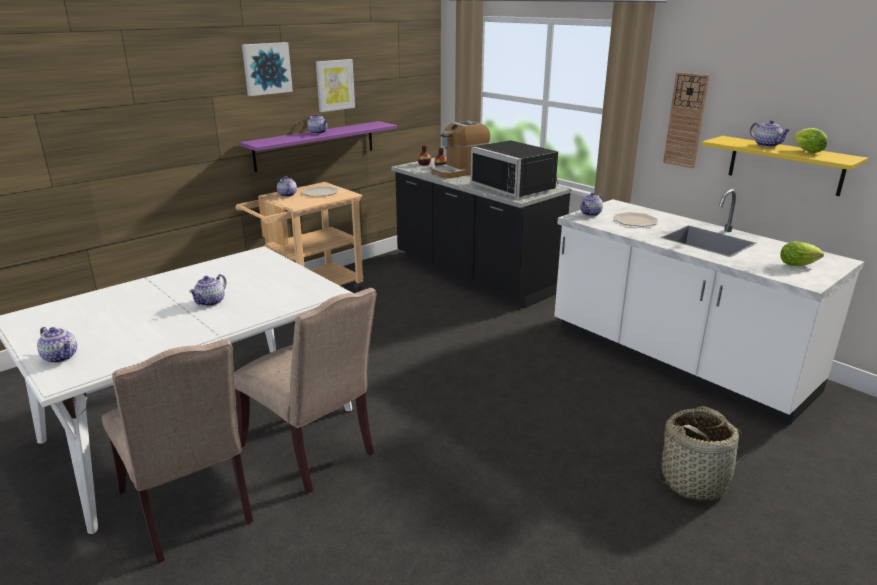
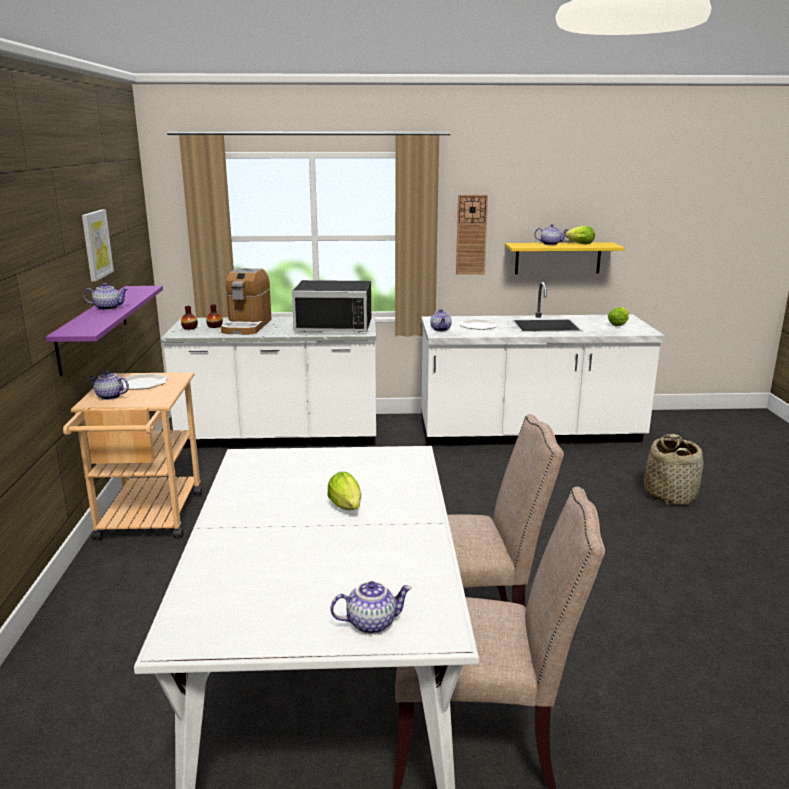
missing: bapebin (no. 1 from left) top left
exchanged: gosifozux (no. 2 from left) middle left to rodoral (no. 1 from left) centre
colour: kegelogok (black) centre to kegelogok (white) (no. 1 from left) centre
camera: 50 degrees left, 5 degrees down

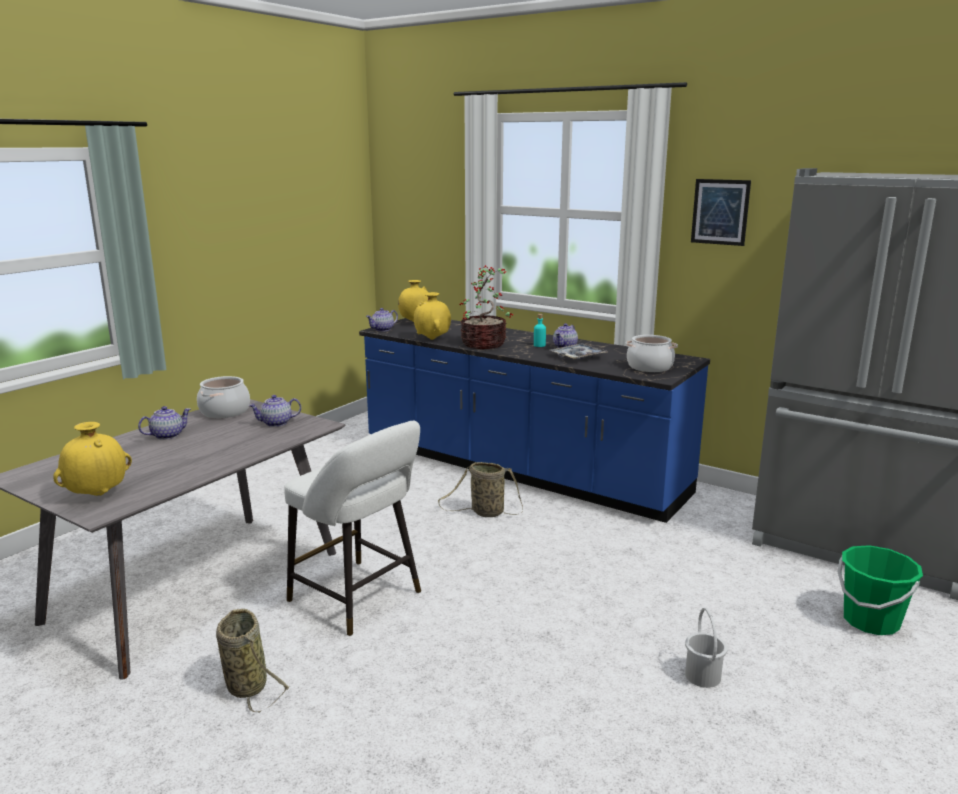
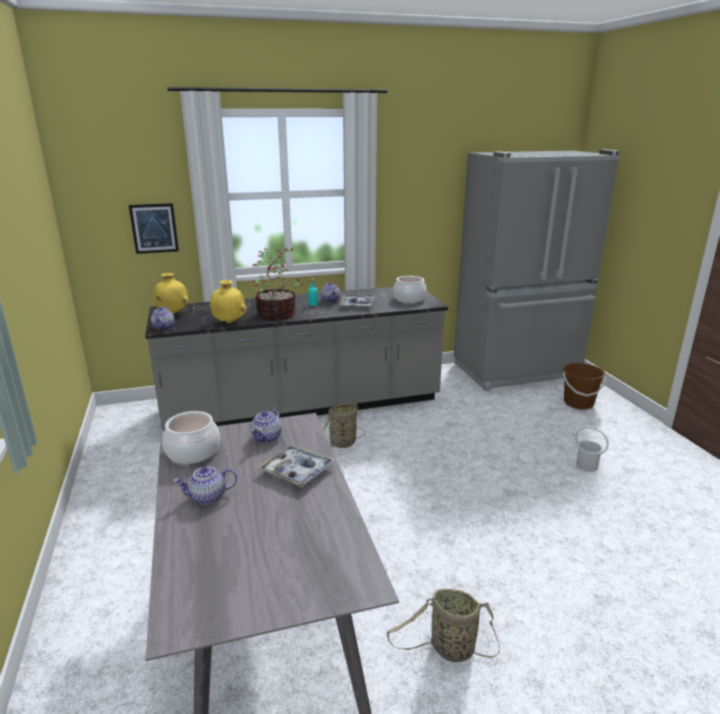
missing: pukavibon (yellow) (no. 1 from left) middle left; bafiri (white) centre
appeared: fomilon (no. 1 from left) centre
relocated: bapebin top right to top left
colour: kegelogok (blue) centre to kegelogok (grey) centre; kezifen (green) bottom right to kezifen (brown) middle right
spun: gosifozux (no. 1 from left in the first image) middle left = bottom left 105 degrees counterclockwise
camera: 50 degrees left, 5 degrees up

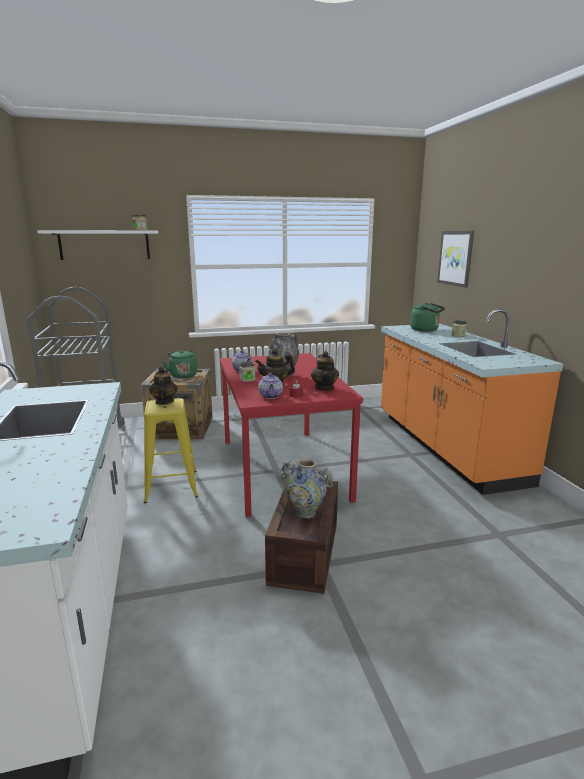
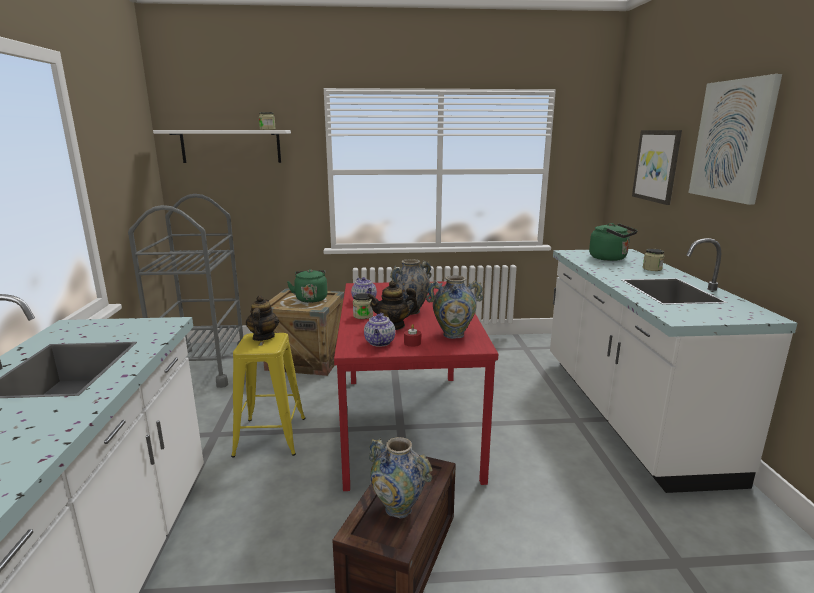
appeared: bapebin (no. 2 from left) top right
exchanged: gosifozux (no. 5 from left) centre to pukavibon (no. 3 from left) centre
colour: kegelogok (orange) middle right to kegelogok (white) (no. 2 from left) middle right
camera: 10 degrees right, 0 degrees up

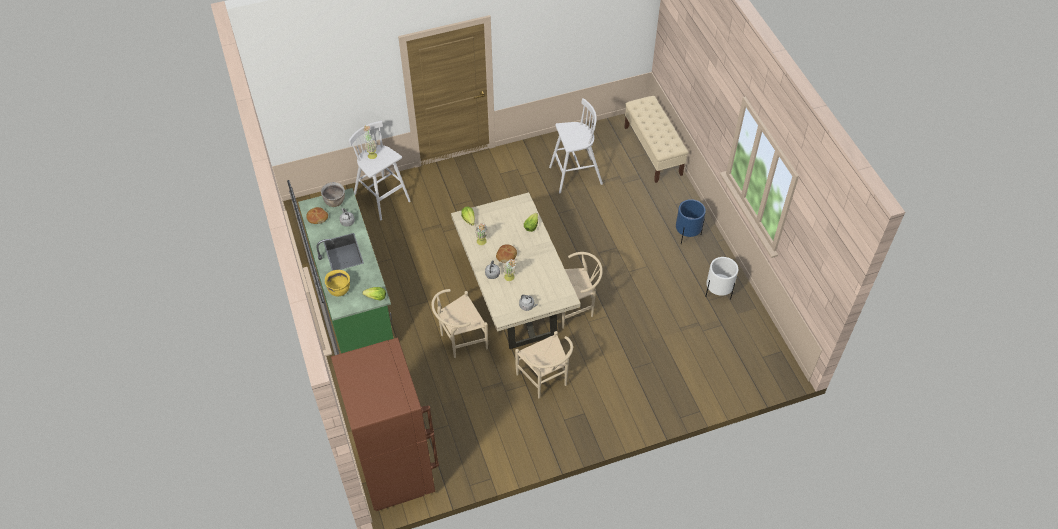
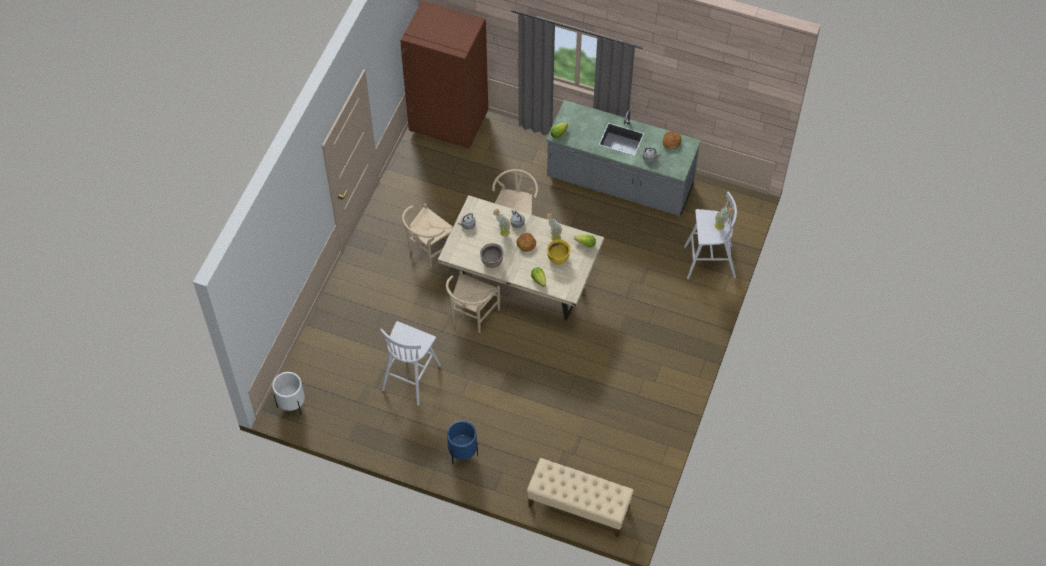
relocated: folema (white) middle right to bottom left; bafiri (white) (no. 2 from left in the first image) top centre to bafiri (white) (no. 1 from left) centre; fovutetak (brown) middle left to centre; fovutetak (yellow) middle left to centre
colour: kegelogok (green) middle left to kegelogok (grey) top centre
spun: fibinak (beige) (no. 2 from left in the first image) bottom centre = centre 60 degrees counterclockwise
camera: 130 degrees right, 5 degrees up

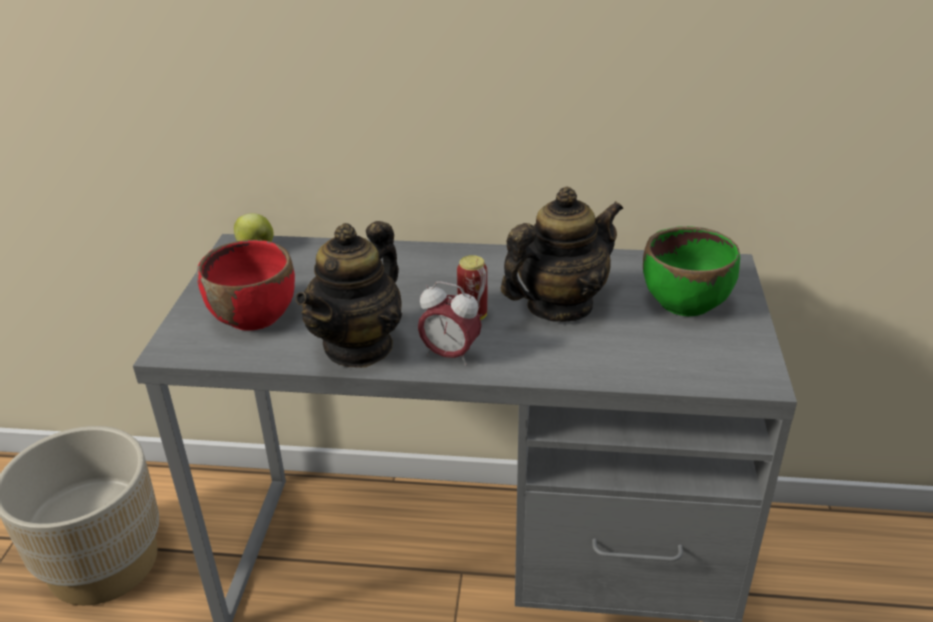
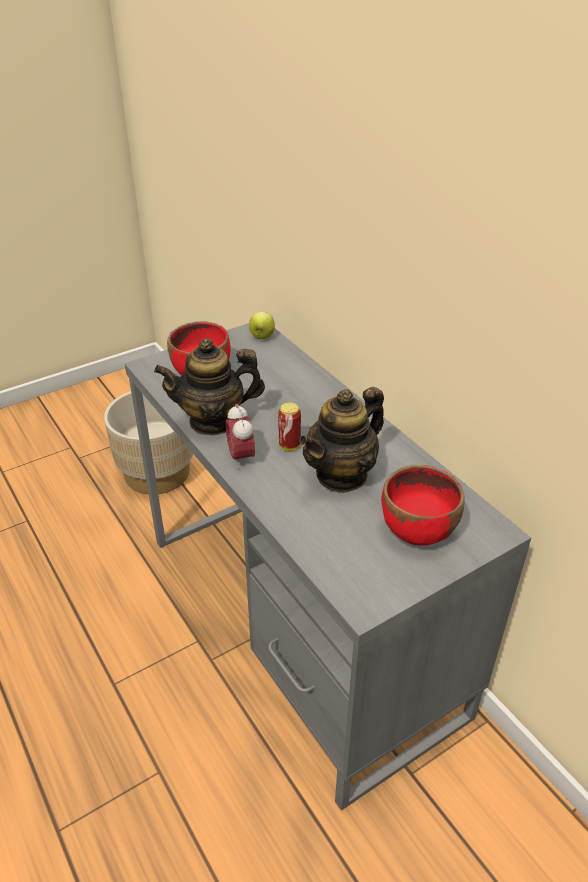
colour: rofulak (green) middle right to rofulak (red) (no. 2 from left) middle right
spun: gosifozux (no. 2 from left) centre = centre 120 degrees clockwise
camera: 50 degrees right, 5 degrees up

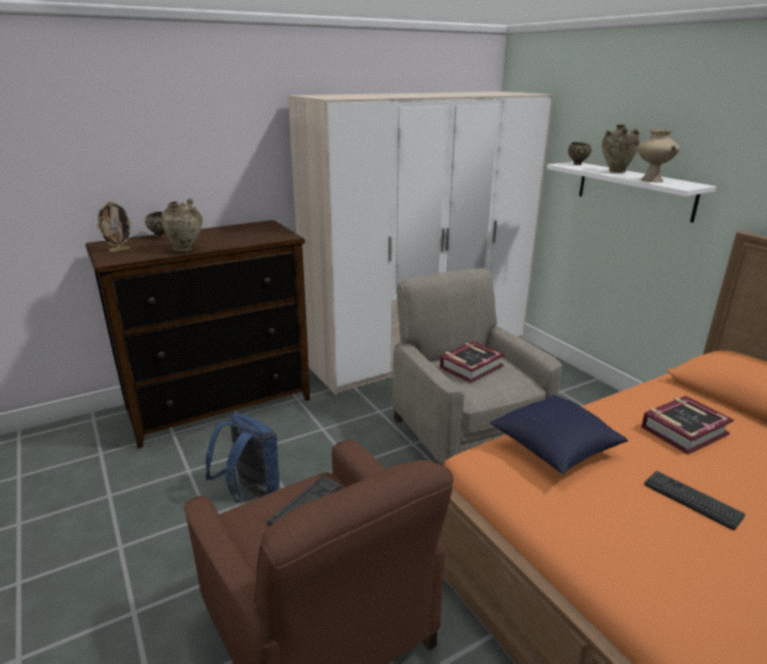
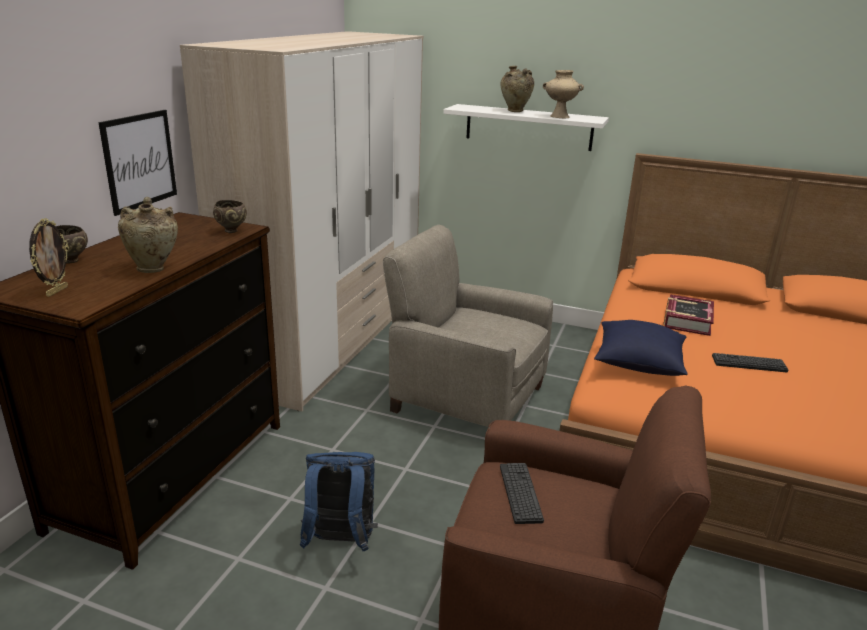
missing: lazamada (no. 1 from left) centre
appeared: bapebin top left
relocated: rofulak (brown) (no. 2 from left) top right to middle left
camera: 40 degrees left, 0 degrees up

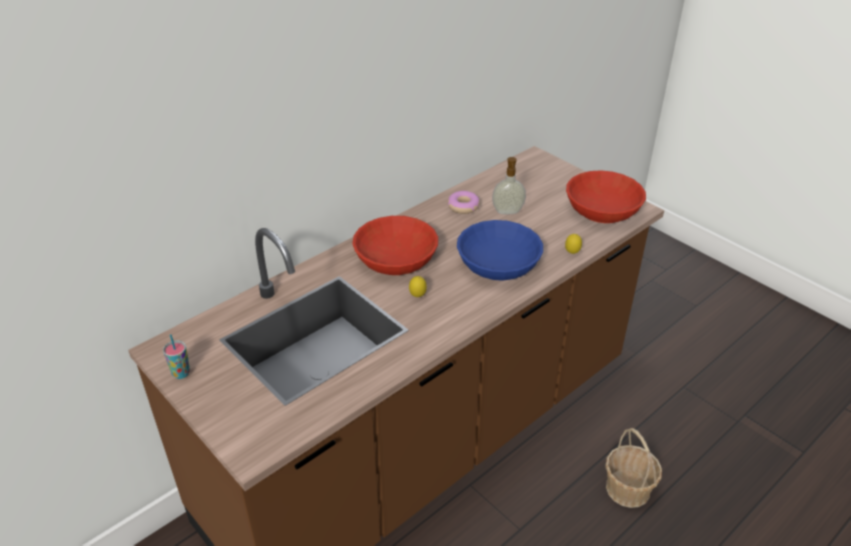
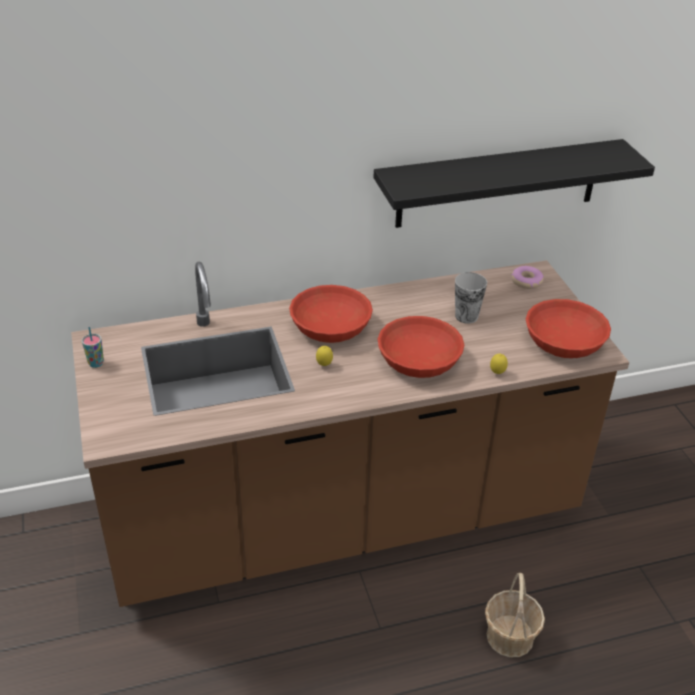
appeared: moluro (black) top right
relocated: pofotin centre to middle right
exchanged: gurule centre to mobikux (no. 2 from left) middle right
colour: rofulak (blue) centre to rofulak (red) (no. 2 from left) centre
camera: 25 degrees right, 0 degrees up

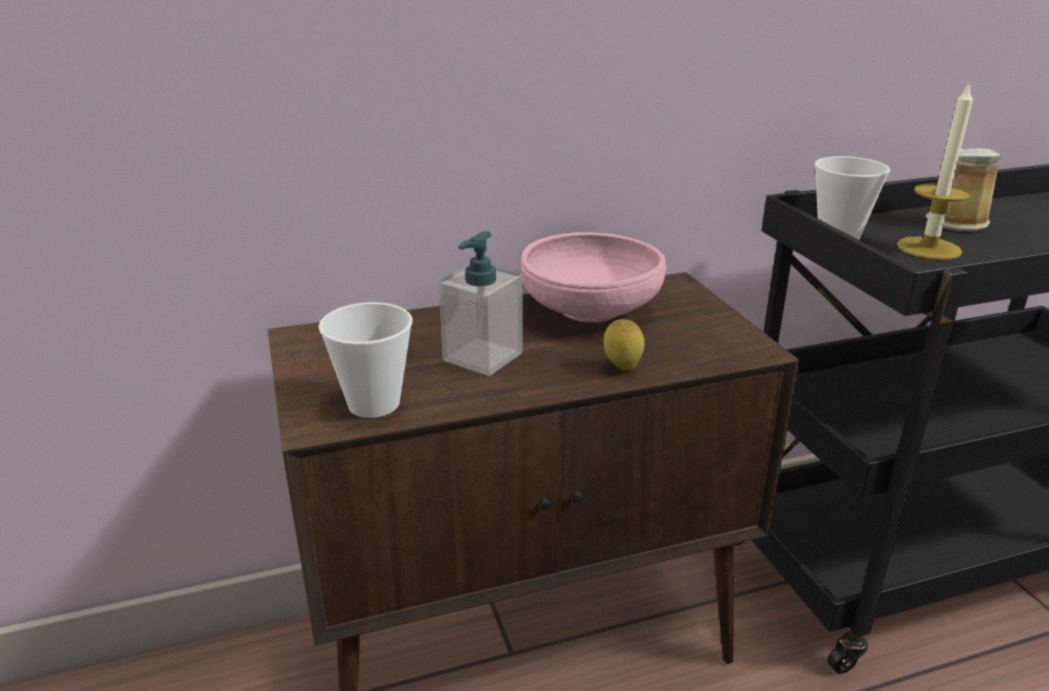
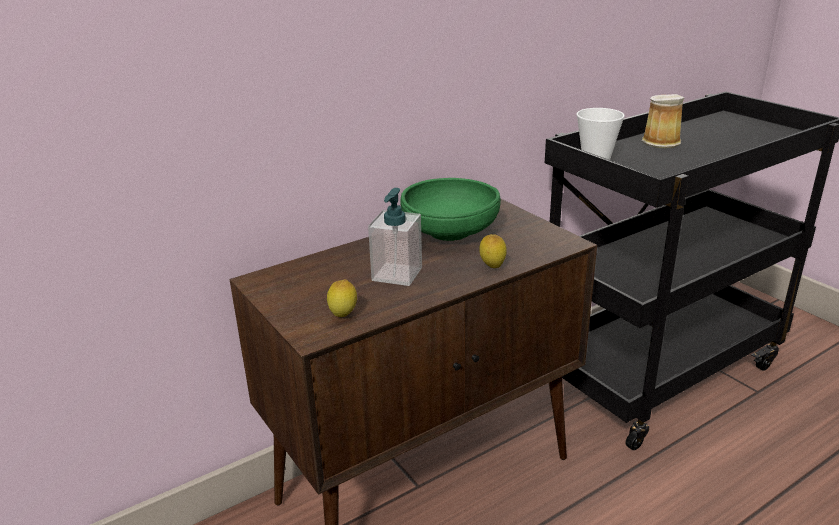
missing: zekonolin top right
exchanged: mobikux (no. 1 from left) centre to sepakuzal (no. 1 from left) centre
colour: rofulak (pink) centre to rofulak (green) centre
camera: 15 degrees left, 0 degrees up

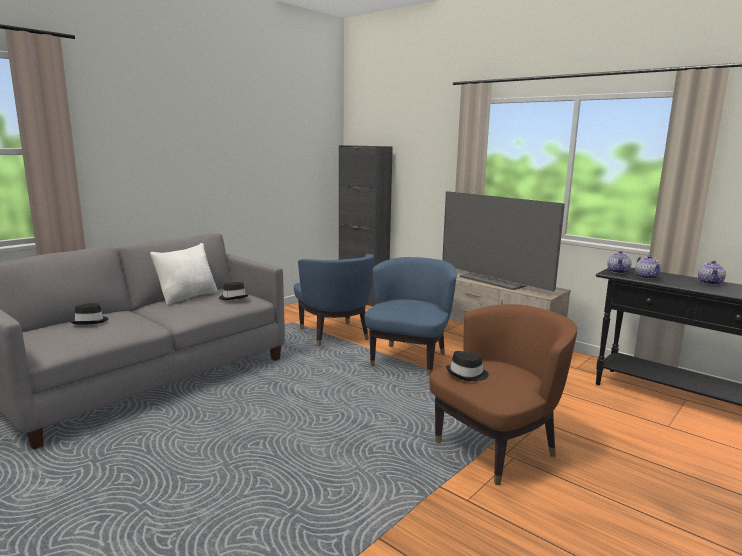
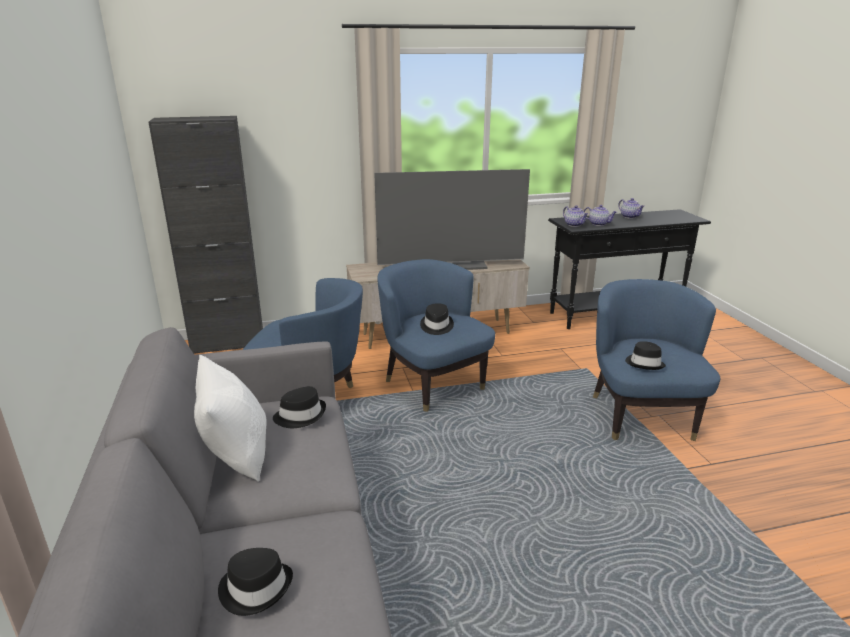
appeared: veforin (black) (no. 3 from left) centre
colour: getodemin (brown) bottom right to getodemin (blue) (no. 3 from left) middle right
camera: 55 degrees left, 10 degrees up

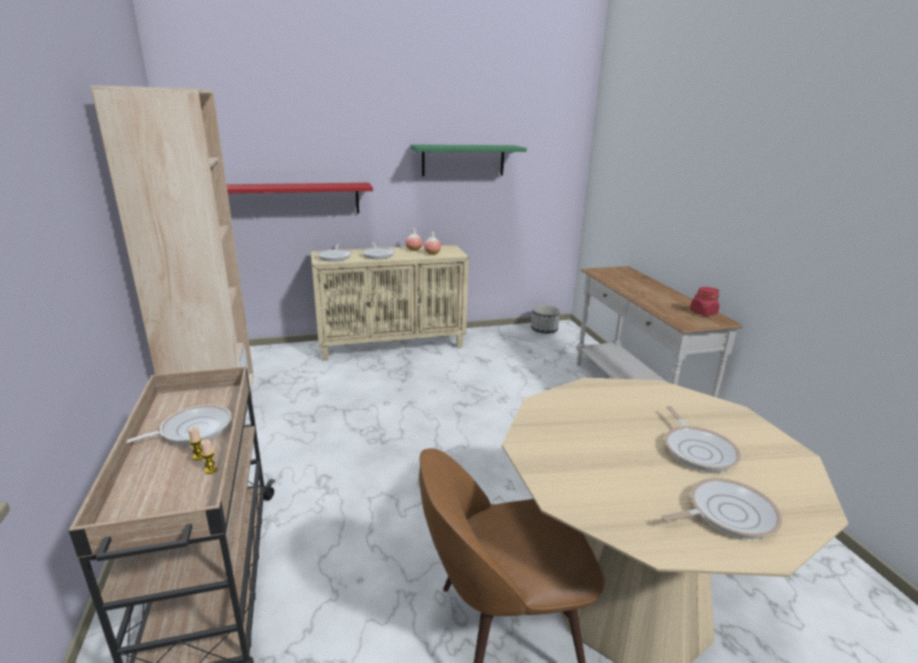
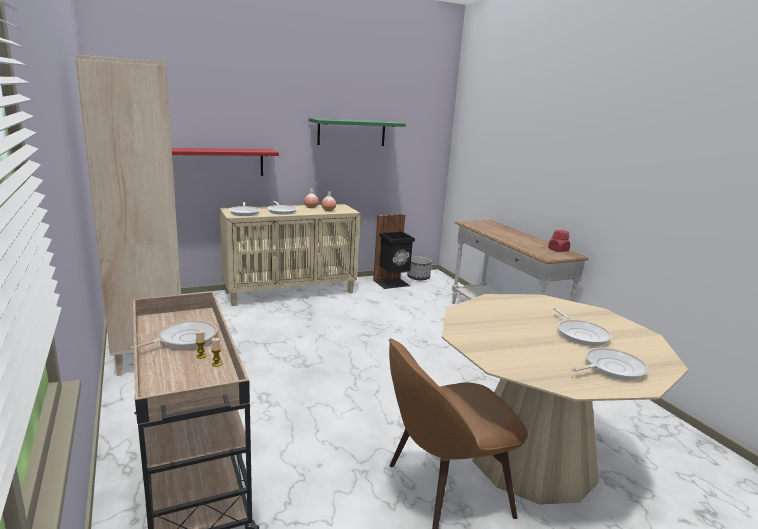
appeared: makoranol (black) centre
camera: 10 degrees left, 5 degrees down

